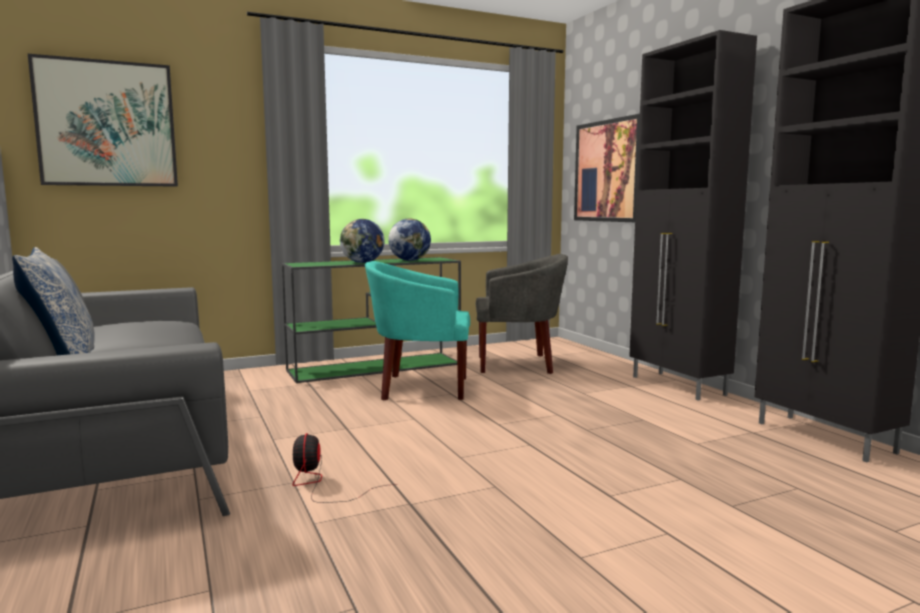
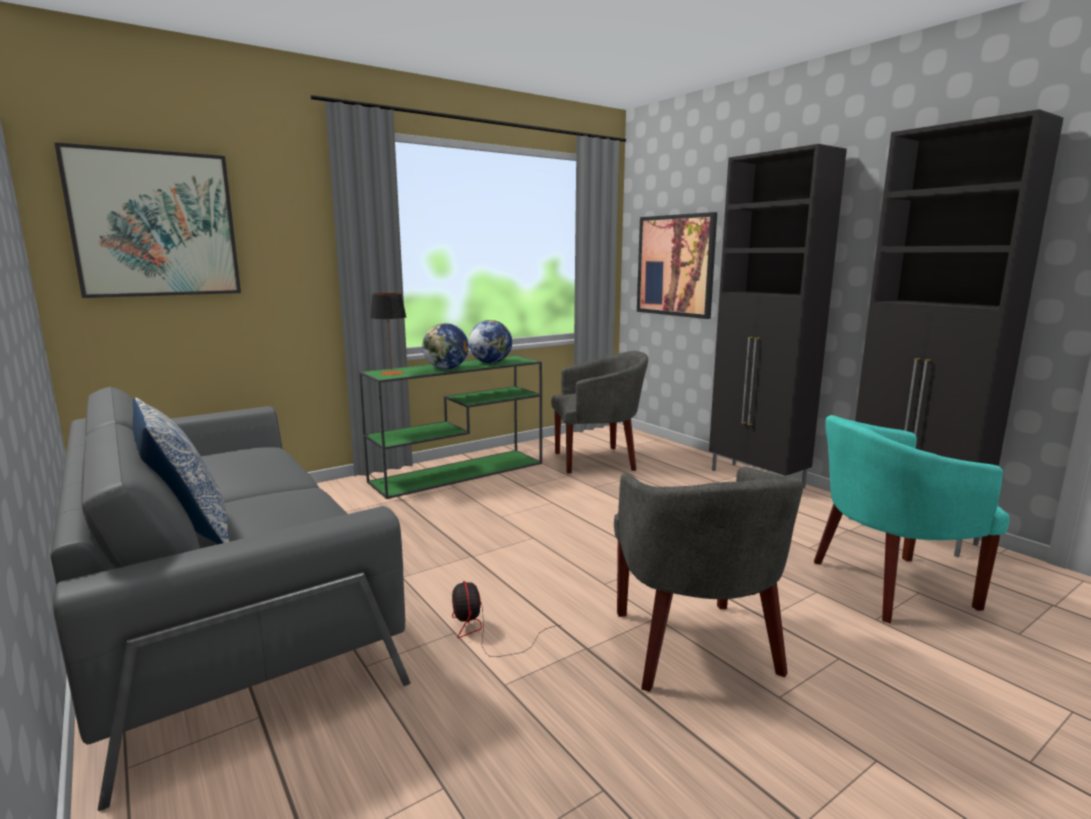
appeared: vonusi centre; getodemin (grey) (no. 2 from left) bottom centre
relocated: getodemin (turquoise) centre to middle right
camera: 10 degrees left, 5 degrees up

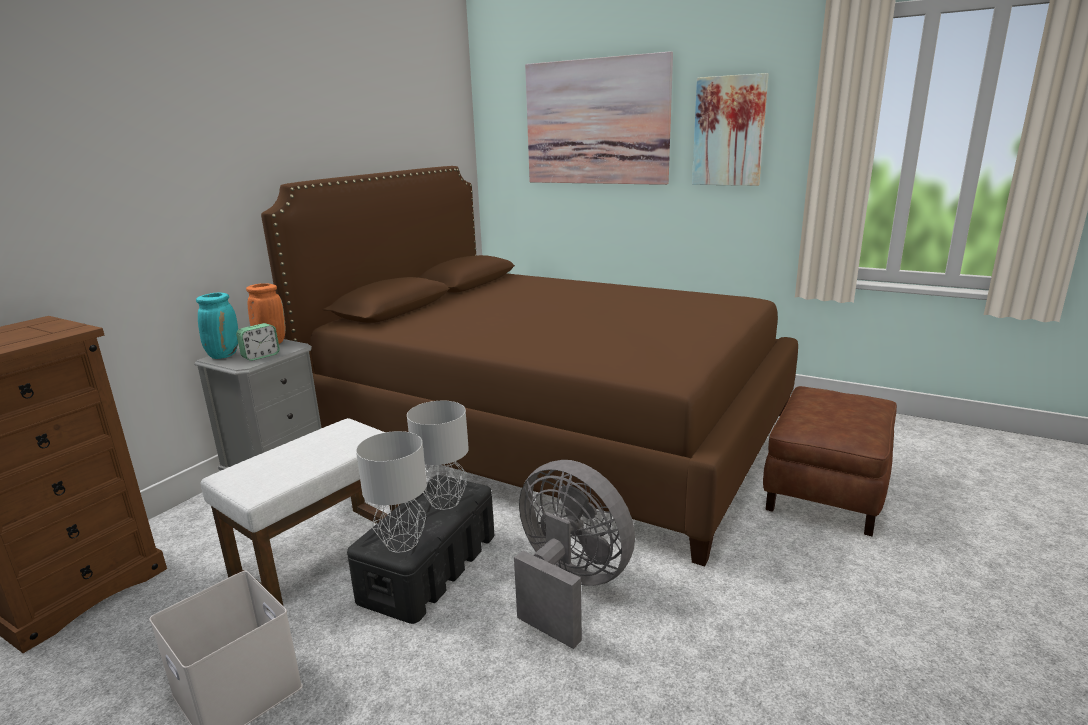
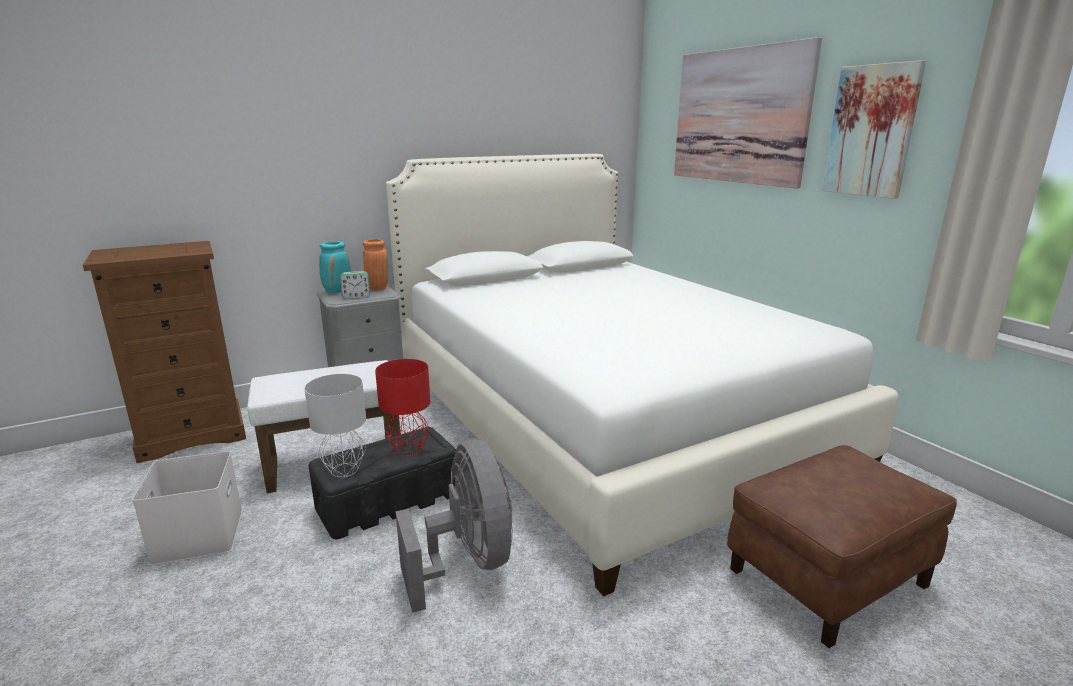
colour: vonusi (grey) (no. 2 from left) centre to vonusi (red) centre; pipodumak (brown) centre to pipodumak (white) centre
camera: 30 degrees right, 0 degrees up

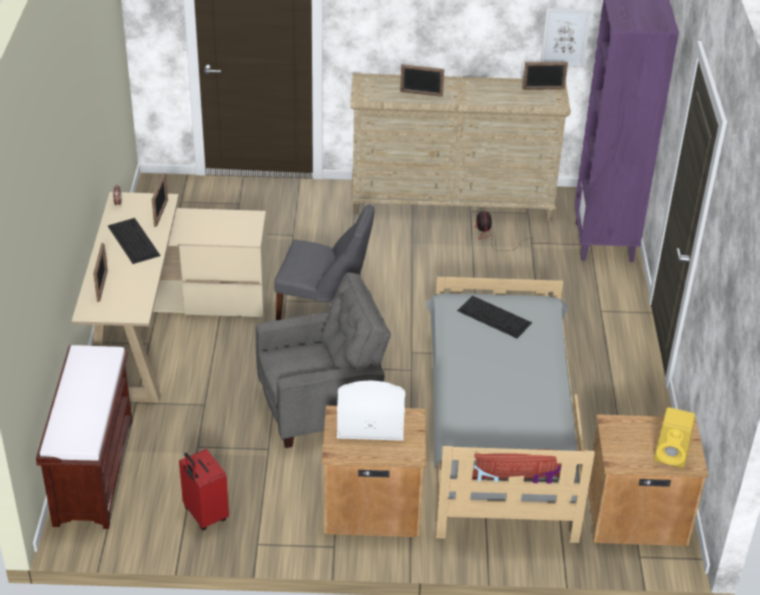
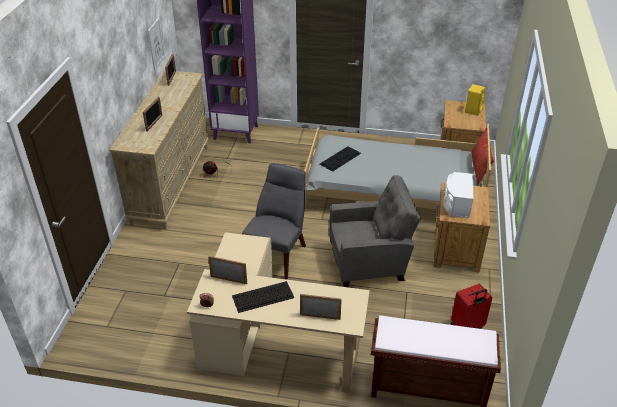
spun: getodemin (grey) centre = centre 90 degrees clockwise
camera: 80 degrees left, 0 degrees up

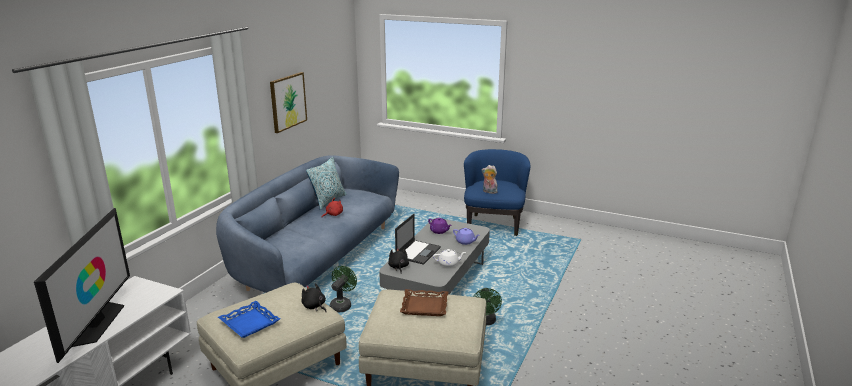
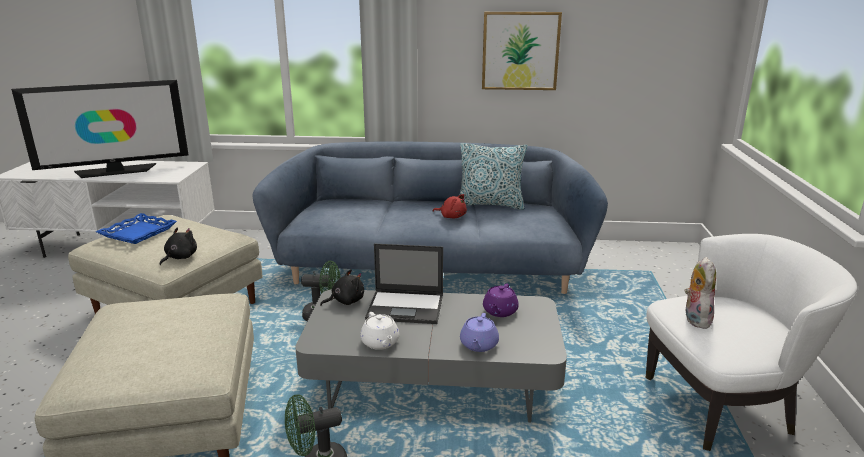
missing: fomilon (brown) bottom centre
colour: getodemin (blue) centre to getodemin (white) bottom right
camera: 70 degrees right, 0 degrees up

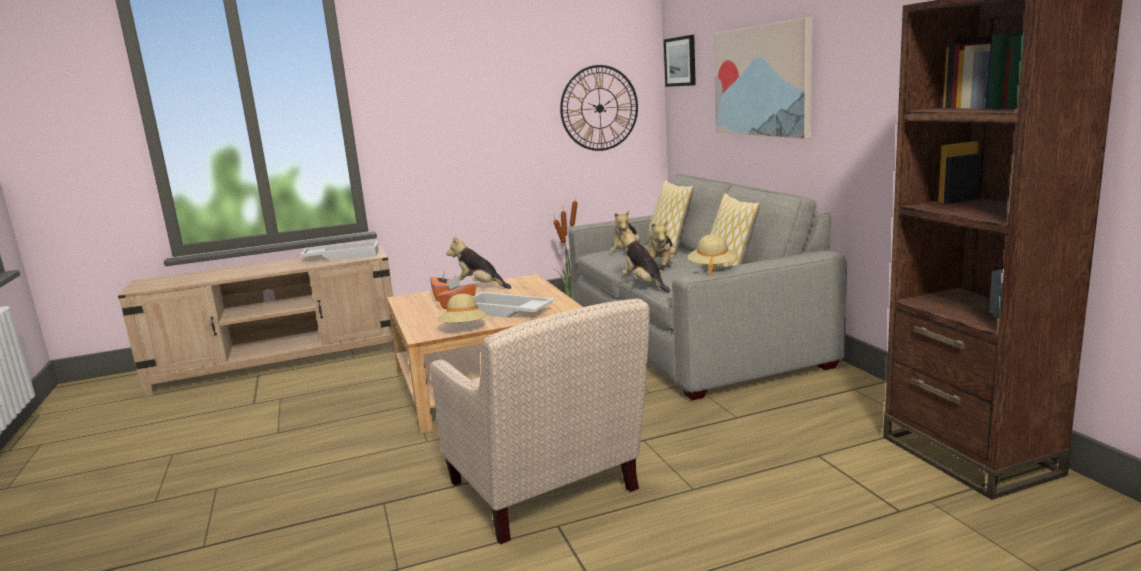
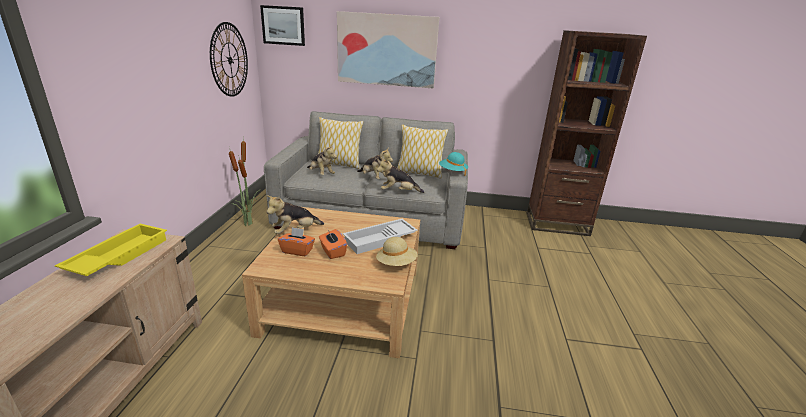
missing: getodemin (beige) bottom centre
colour: fomilon (white) (no. 1 from left) middle left to fomilon (yellow) middle left; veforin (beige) (no. 2 from left) centre to veforin (turquoise) centre
camera: 65 degrees left, 10 degrees up

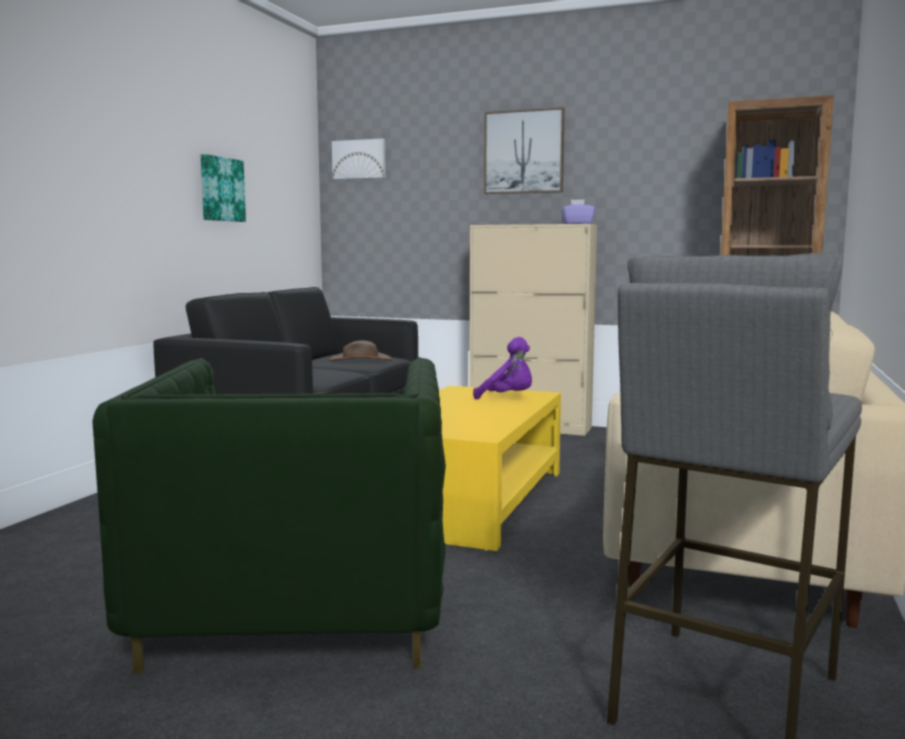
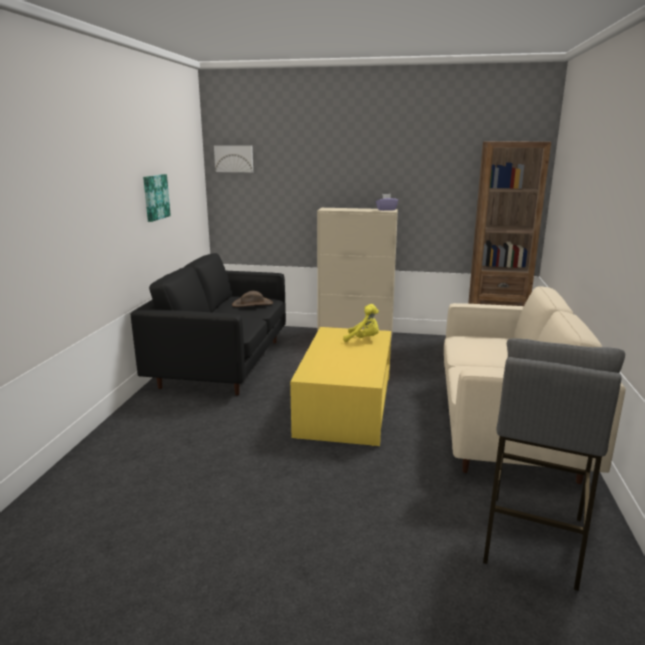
missing: getodemin (green) bottom left; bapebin (no. 3 from left) top centre
colour: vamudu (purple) centre to vamudu (yellow) centre
camera: 10 degrees left, 10 degrees up

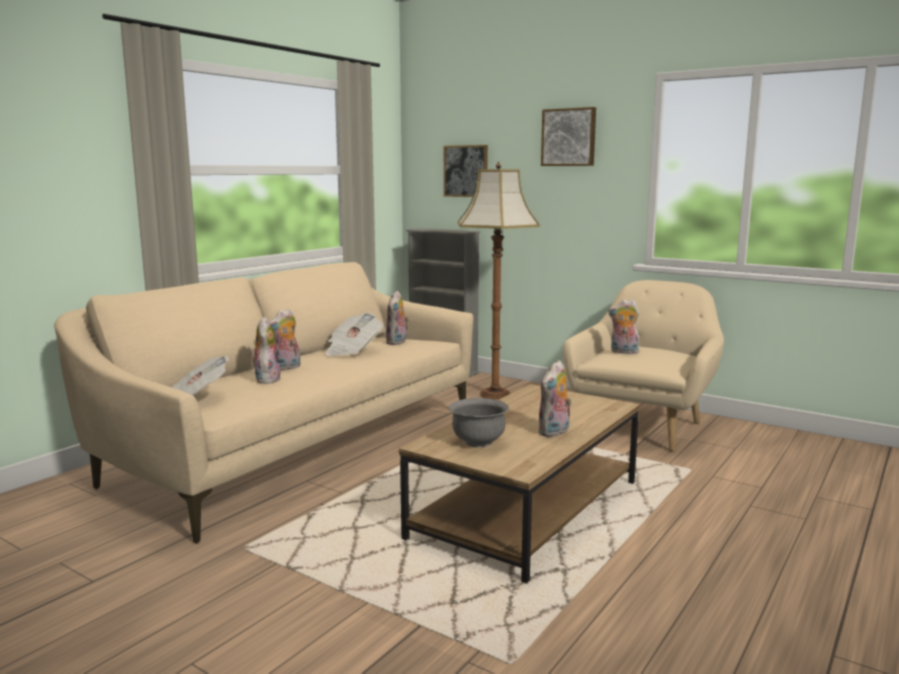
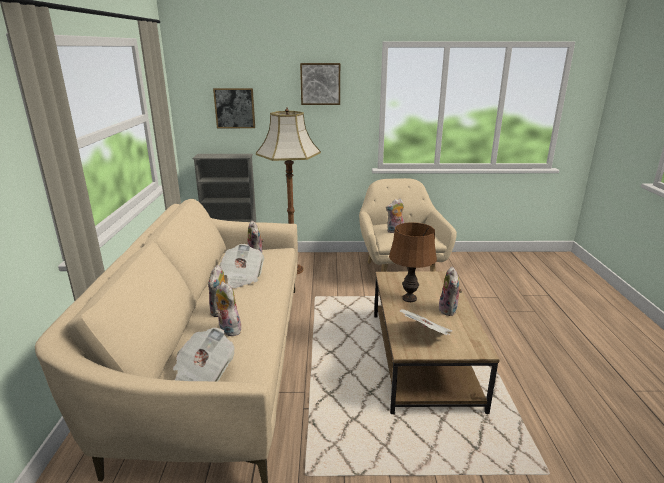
appeared: vonusi (brown) centre
exchanged: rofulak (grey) centre to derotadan (no. 3 from left) bottom centre
camera: 35 degrees left, 10 degrees up

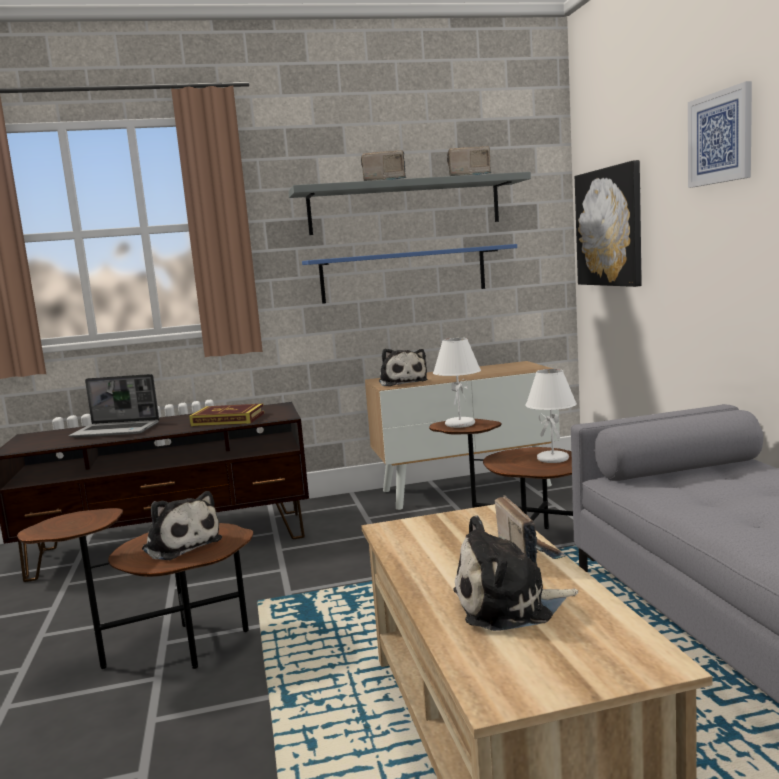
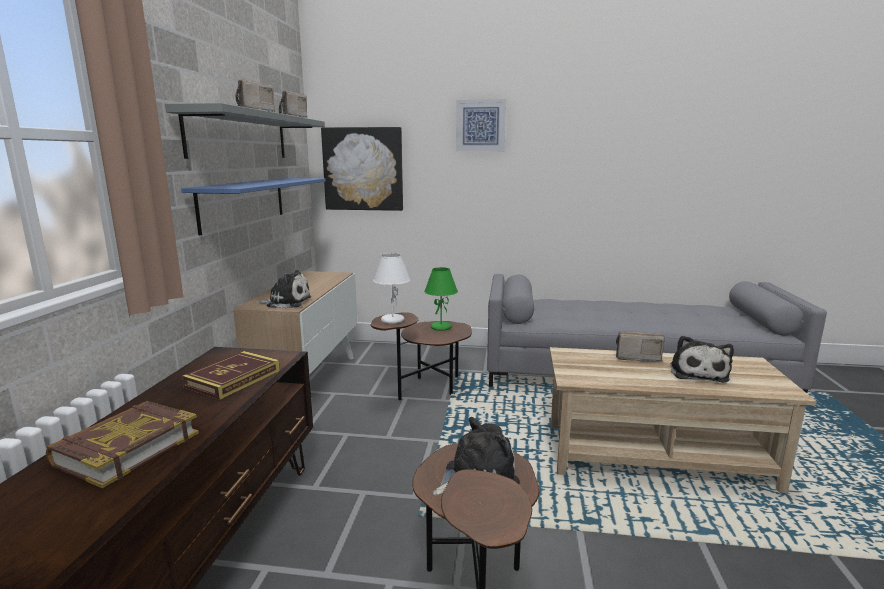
exchanged: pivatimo middle left to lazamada (no. 1 from left) bottom left
colour: vonusi (white) (no. 2 from left) middle right to vonusi (green) centre
camera: 70 degrees left, 5 degrees up

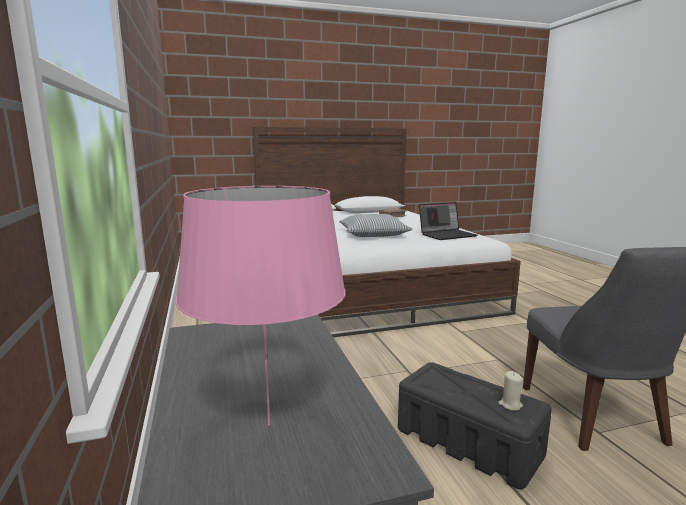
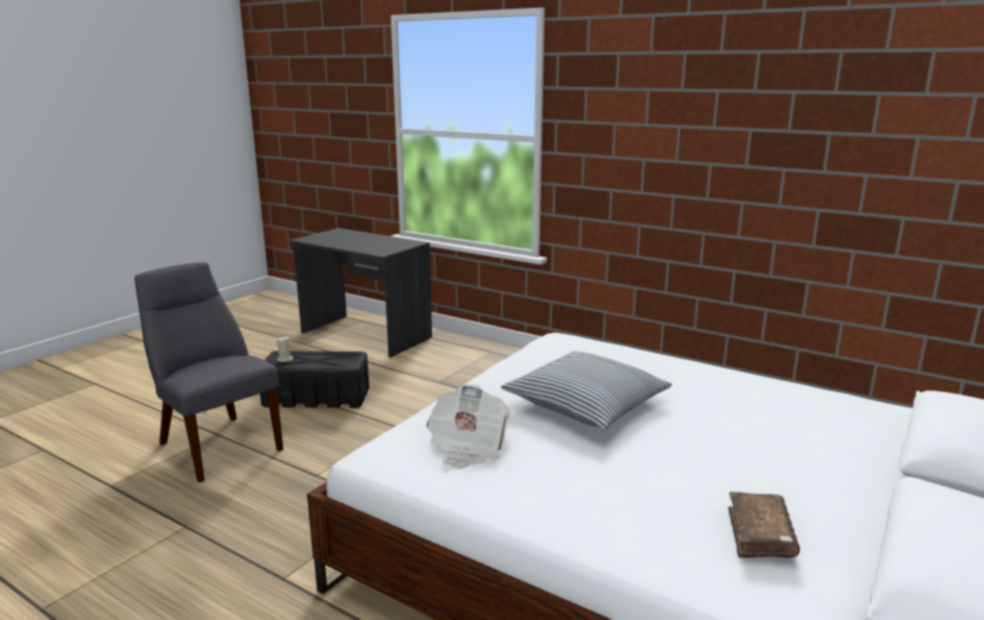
missing: vonusi (pink) centre
exchanged: pivatimo centre to derotadan bottom centre
camera: 140 degrees right, 5 degrees up

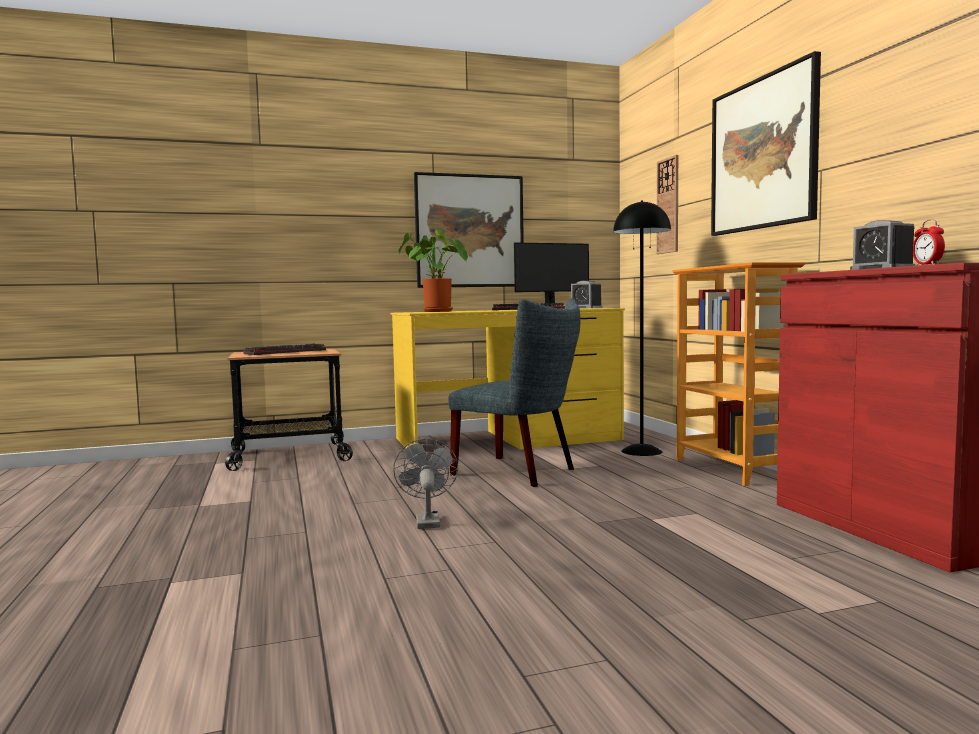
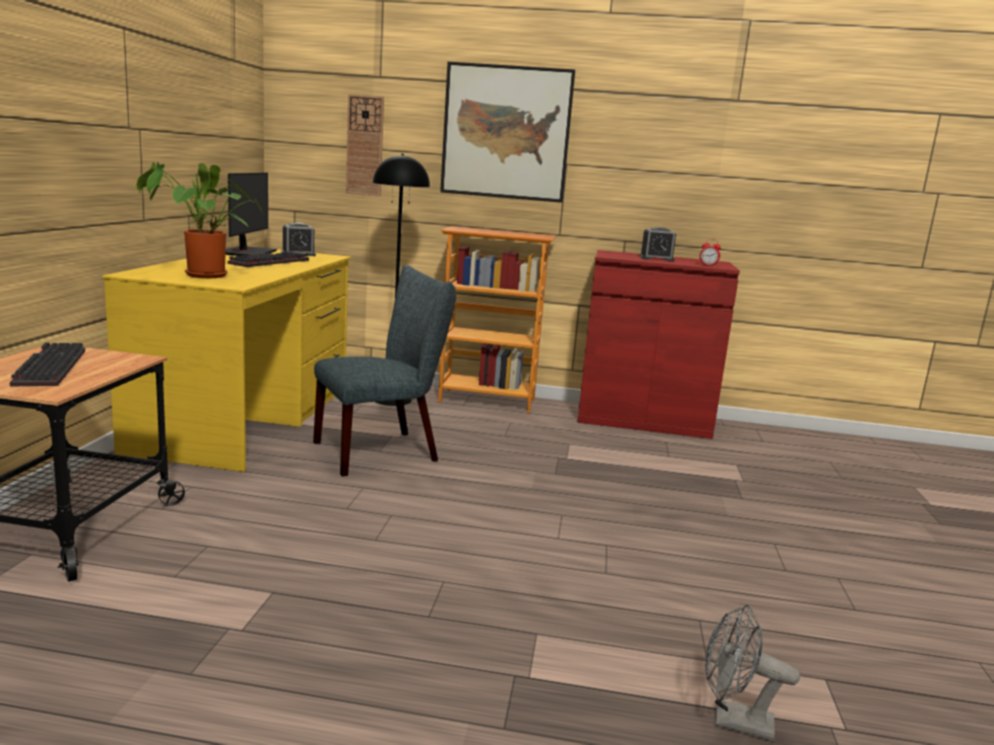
missing: bapebin (no. 1 from left) top centre
relocated: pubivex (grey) centre to bottom right
camera: 65 degrees left, 10 degrees up

